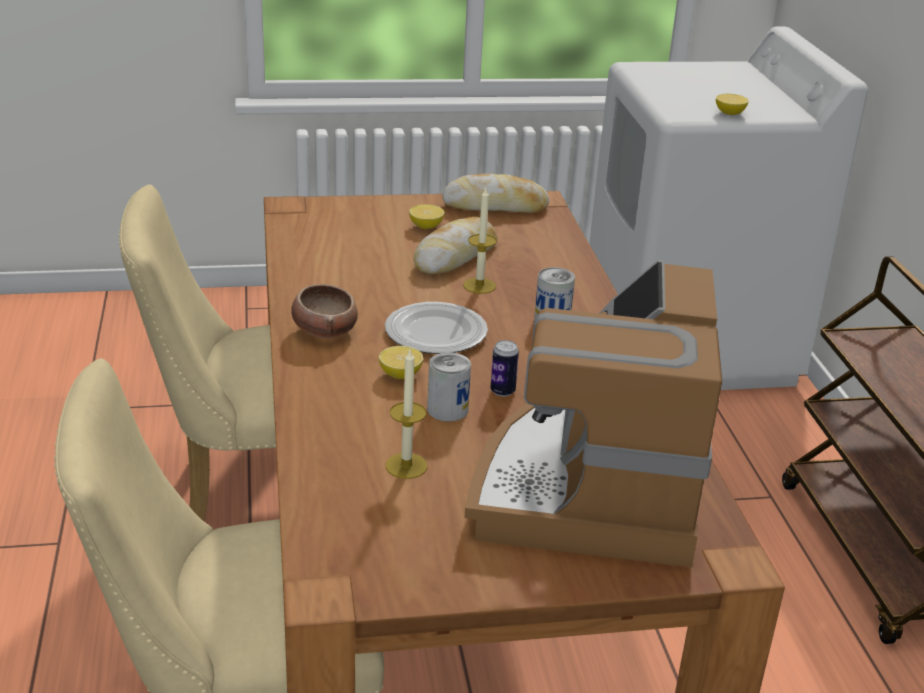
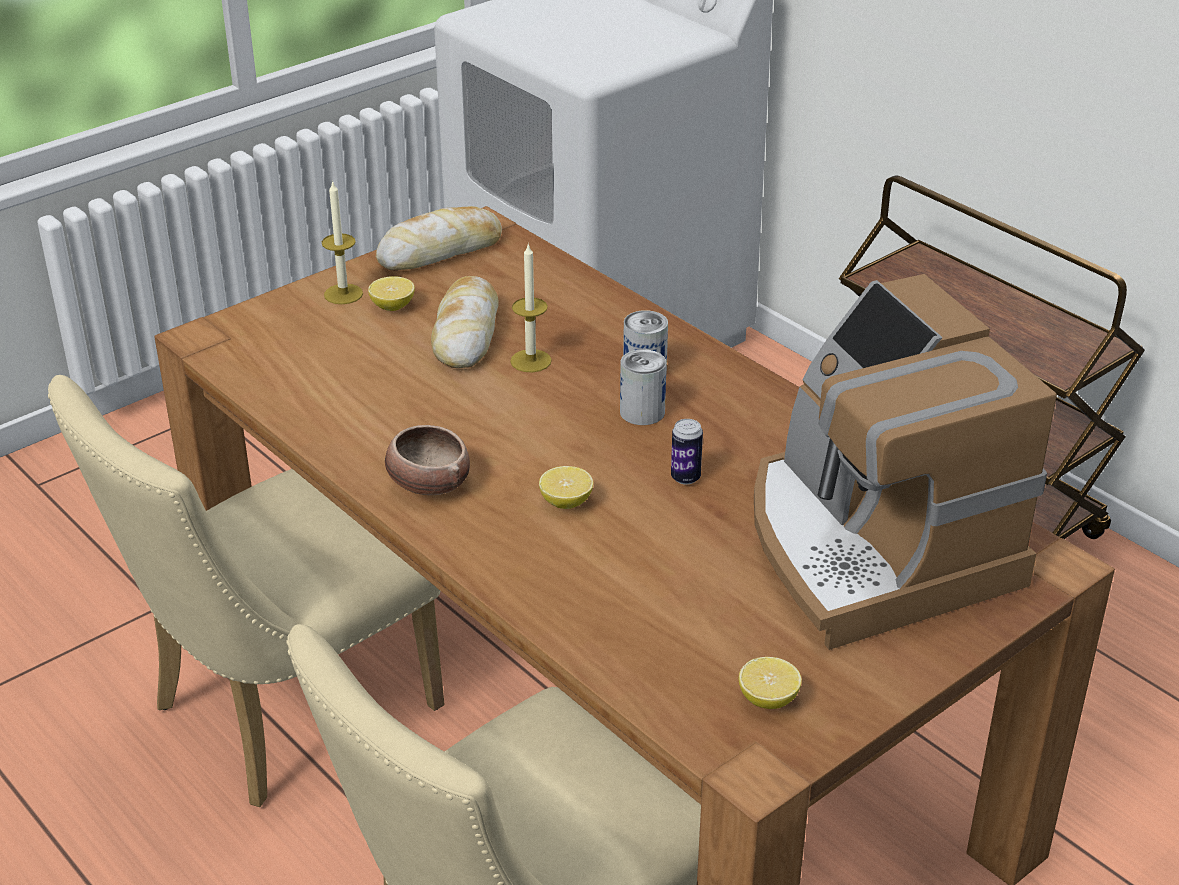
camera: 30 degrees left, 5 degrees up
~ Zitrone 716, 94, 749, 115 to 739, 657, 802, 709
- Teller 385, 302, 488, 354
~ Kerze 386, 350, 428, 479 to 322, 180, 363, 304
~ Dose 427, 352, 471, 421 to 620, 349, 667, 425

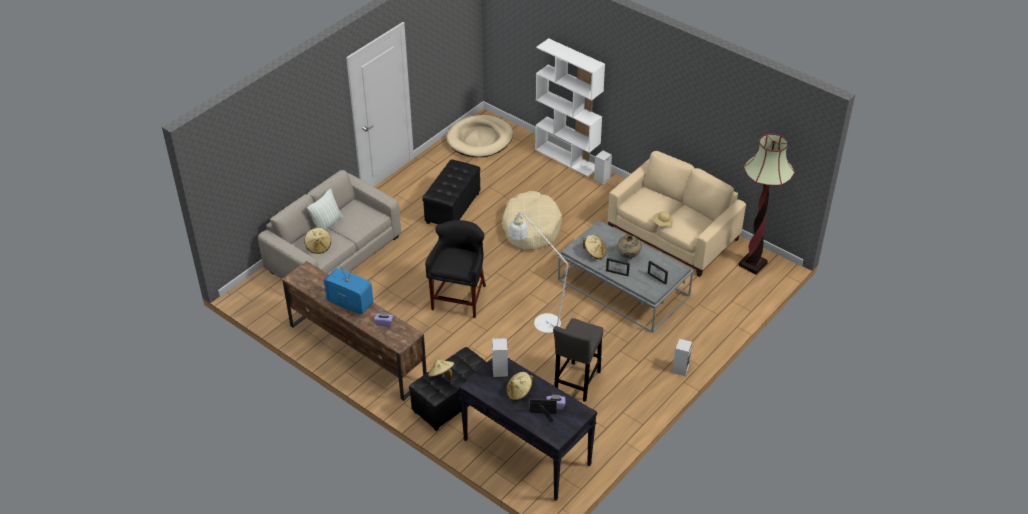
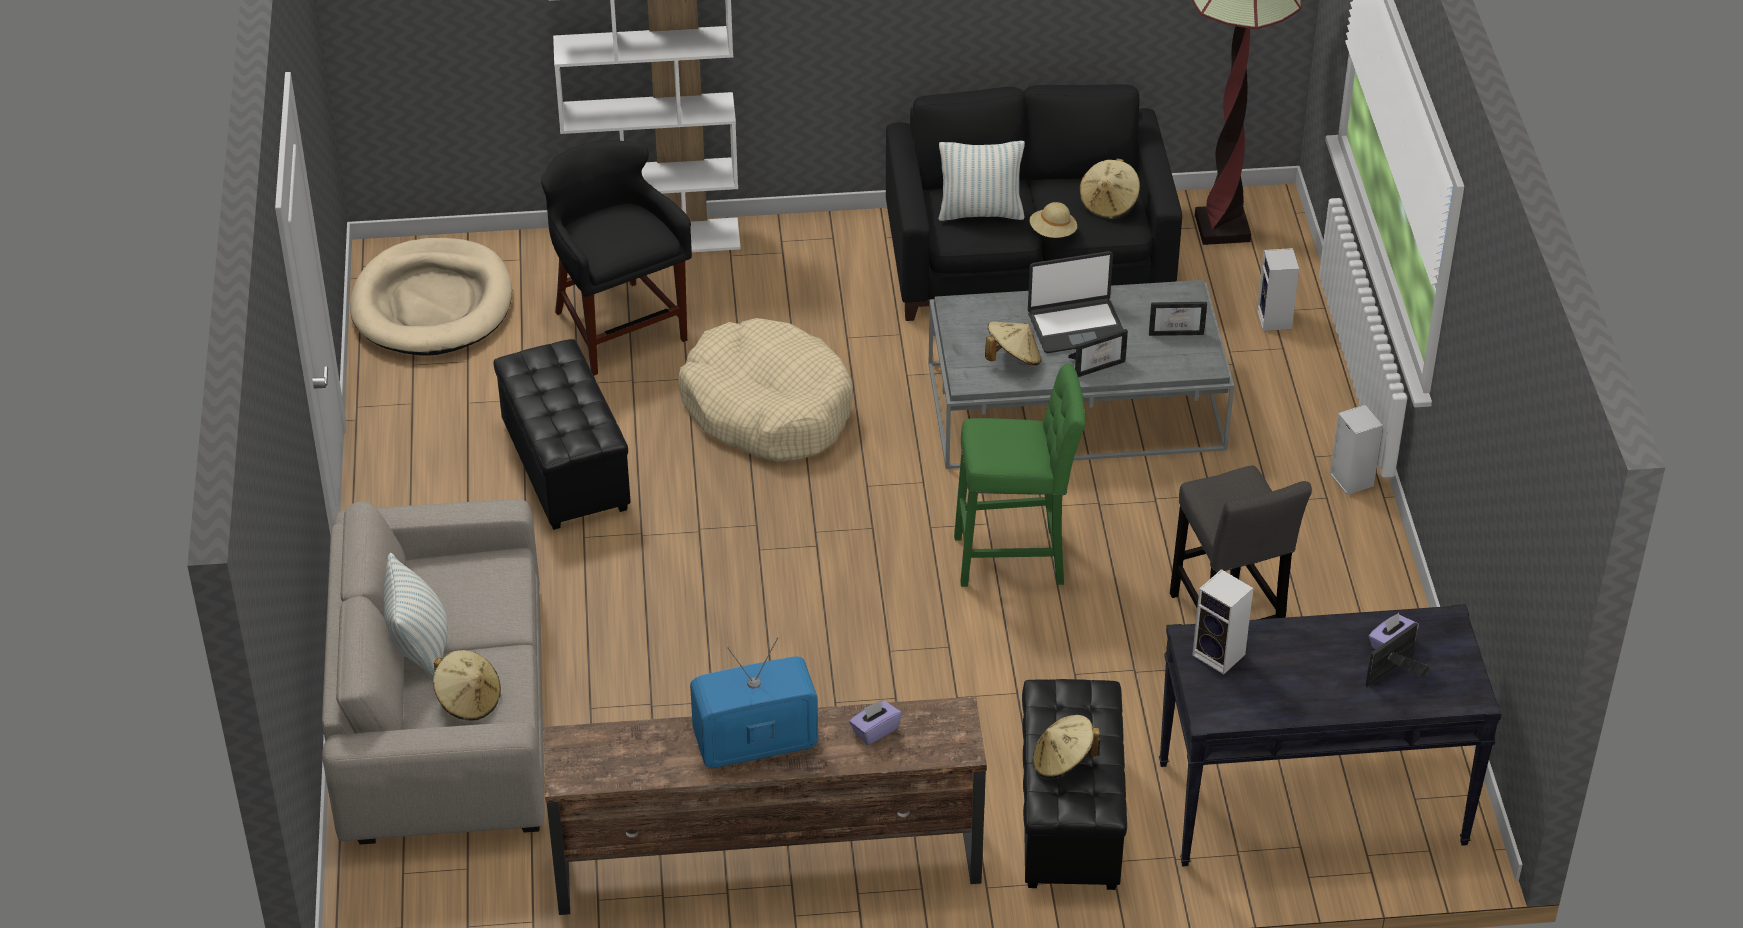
camera: 45 degrees left, 0 degrees up
~ Lautsprecher 594, 150, 612, 185 to 1257, 248, 1299, 331
~ Sofa/beige 608, 151, 746, 277 to Sofa/schwarz 886, 84, 1182, 321
~ Stehlampe/weiß 509, 212, 604, 358 to Hocker/grün 954, 363, 1085, 587
~ Hocker/schwarz 425, 220, 486, 318 to 541, 140, 692, 376
~ Vase/beige 617, 235, 642, 258 to Laptop 1028, 251, 1124, 353
~ Hut/beige 506, 372, 534, 401 to 1079, 158, 1140, 219
+ Kissen 938, 141, 1025, 221

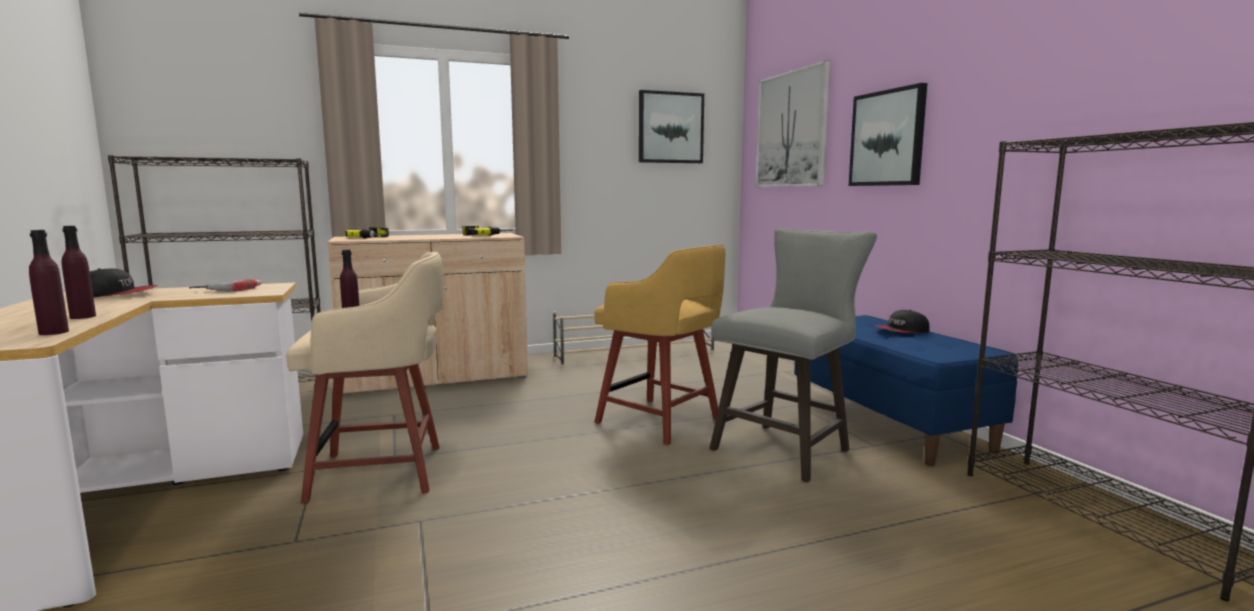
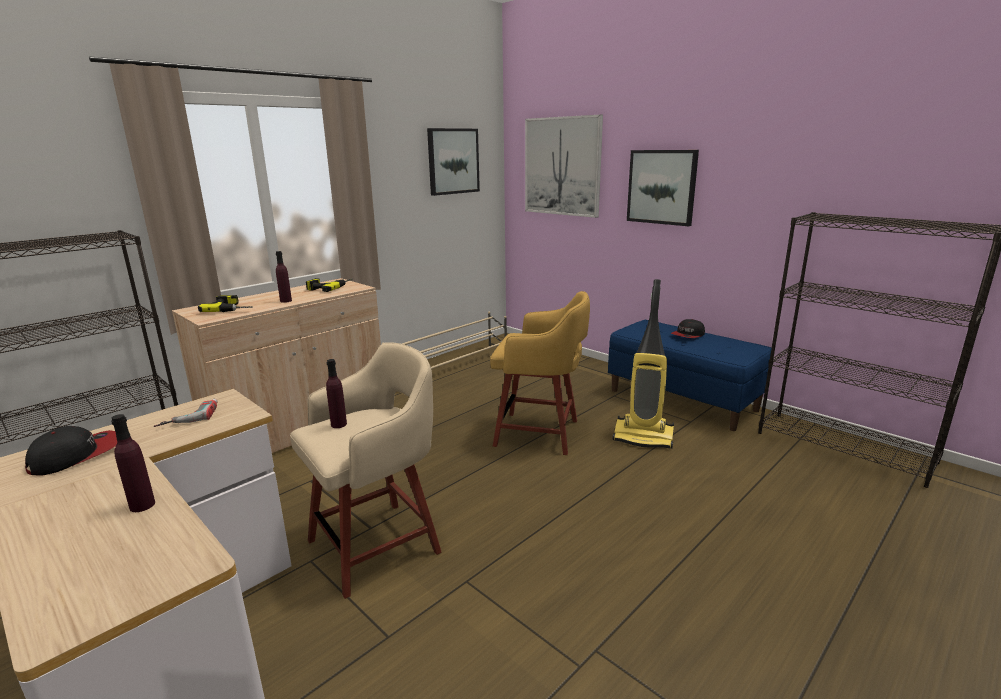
camera: 25 degrees left, 10 degrees up
~ Hocker/grau 710, 228, 877, 482 to Staubsauger 612, 279, 674, 449
~ Flasche/lila 29, 230, 69, 335 to 276, 251, 292, 303

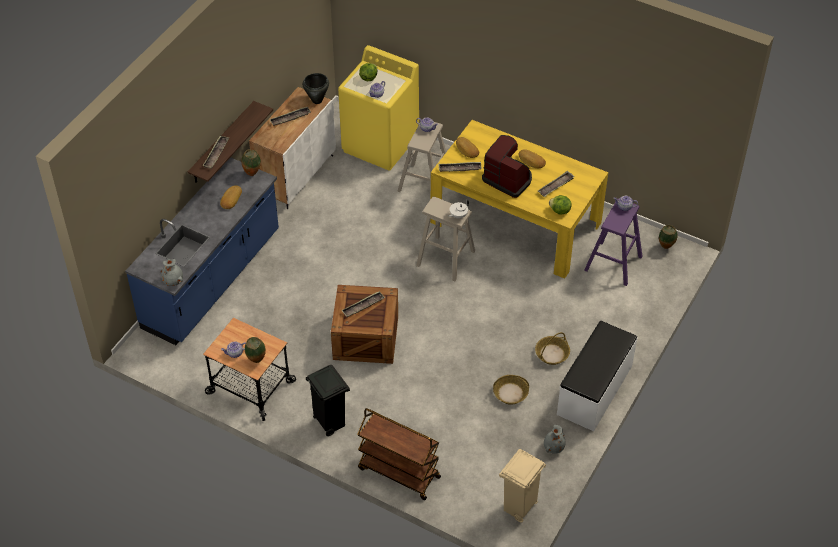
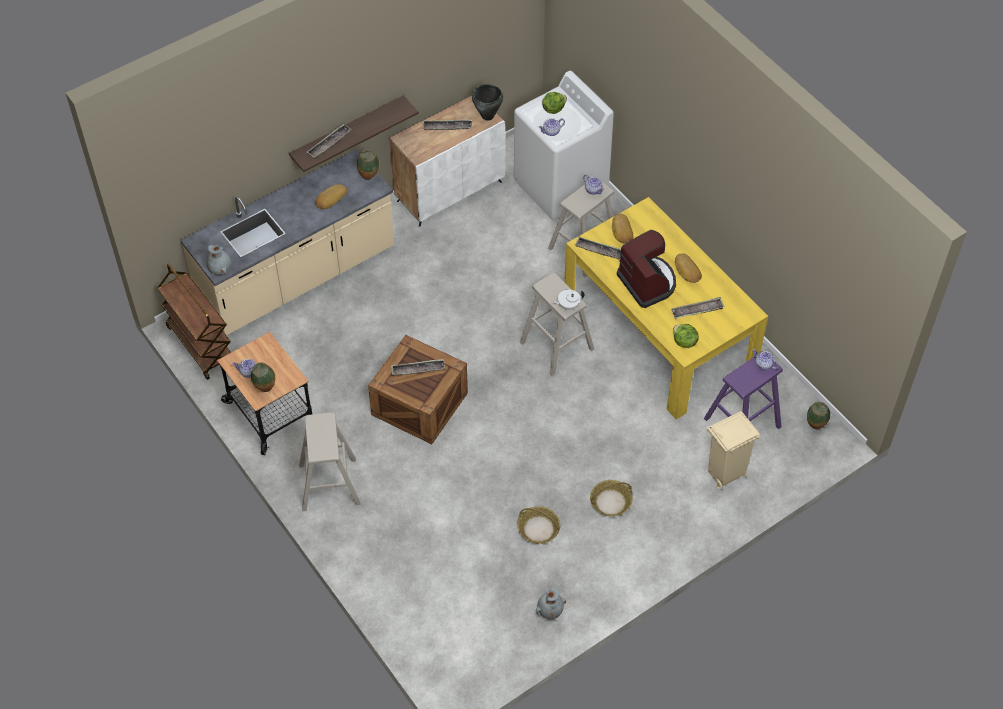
camera: 25 degrees right, 5 degrees up
~ Waschmaschine/gelb 338, 45, 419, 171 to Waschmaschine/weiß 514, 71, 614, 221
~ Küchenzeile/blau 125, 157, 279, 345 to Küchenzeile/beige 180, 150, 394, 335
- Bank/weiß 557, 320, 637, 431
~ Mülleimer/schwarz 305, 365, 350, 436 to Hocker/beige 299, 412, 360, 511
~ Rollwagen/braun 357, 408, 441, 500 to 157, 264, 231, 380
~ Mülleimer/beige 499, 449, 546, 522 to 707, 411, 760, 489

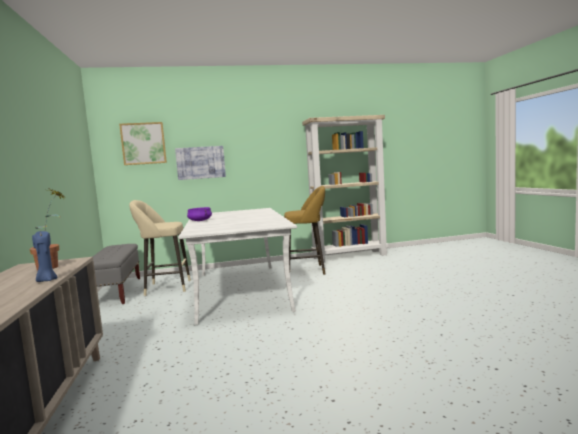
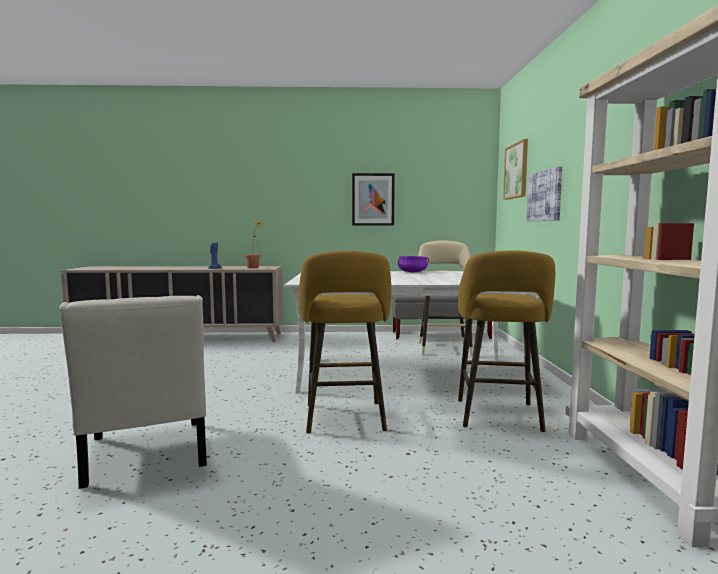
camera: 100 degrees right, 0 degrees up
+ Bild 352, 173, 395, 226
+ Hocker/gelb 299, 251, 391, 434
+ Stuhl/weiß 59, 295, 207, 489

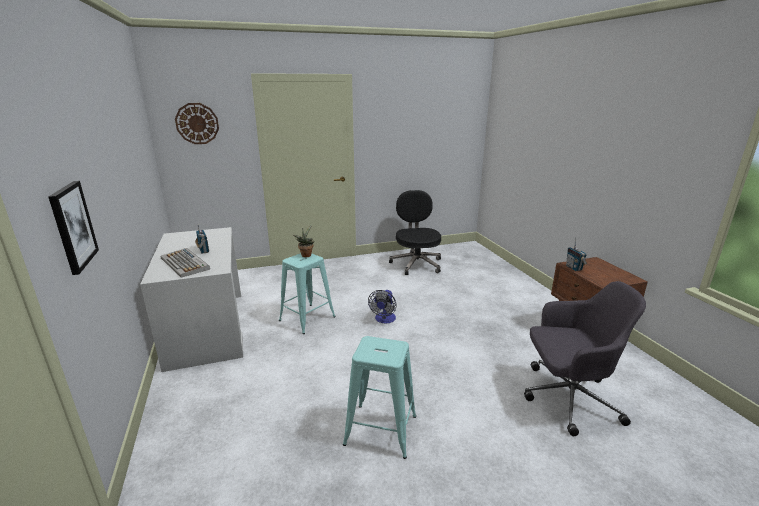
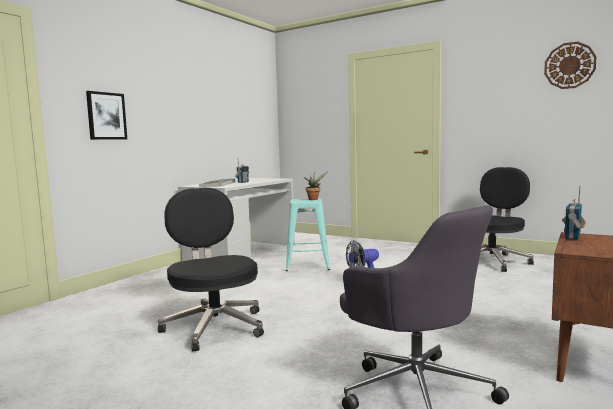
camera: 50 degrees right, 15 degrees down
~ Wanduhr 175, 103, 219, 144 to 544, 42, 597, 89
~ Hocker/türkis 343, 336, 416, 459 to Bürostuhl/schwarz 158, 188, 264, 352

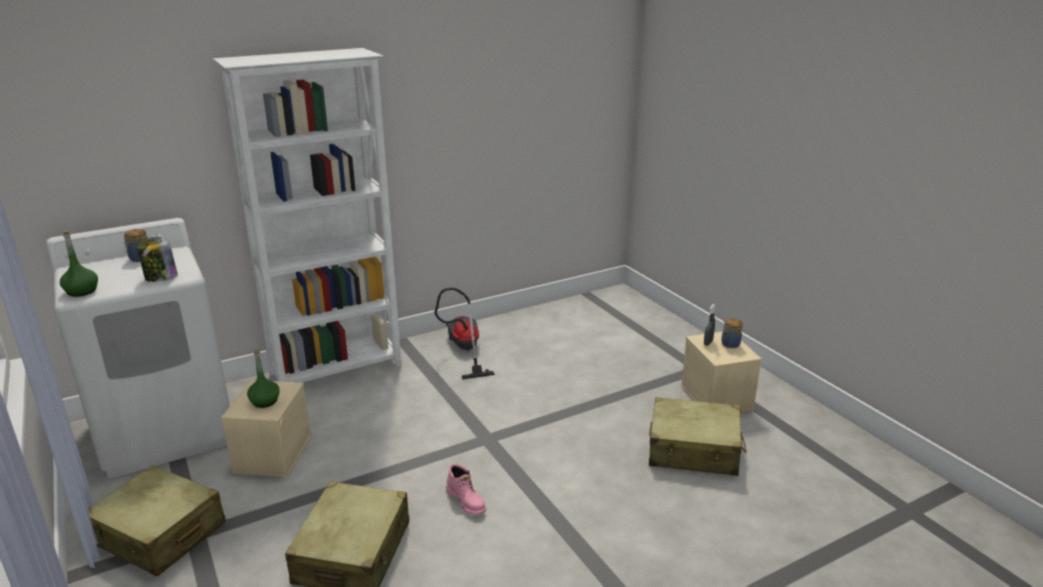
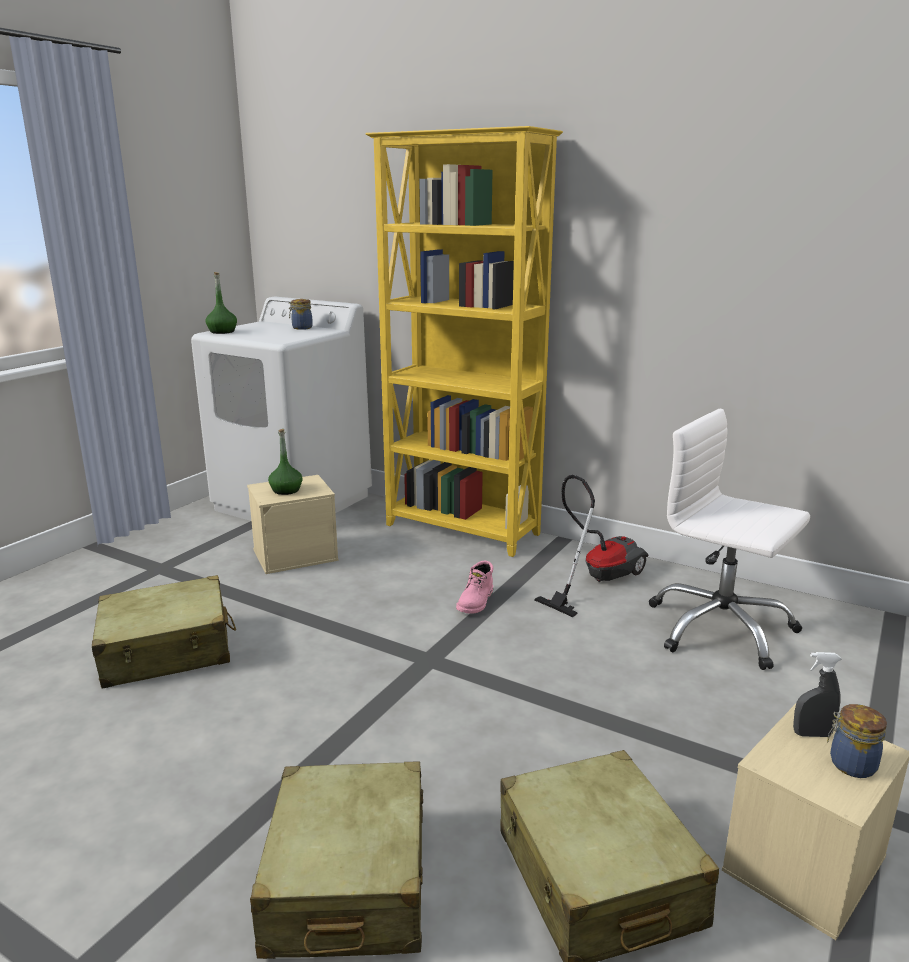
camera: 60 degrees right, 5 degrees down
~ Bücherregal/weiß 213, 48, 402, 383 to Bücherregal/gelb 365, 126, 563, 557
- Vorratsglas 137, 237, 178, 282
~ Stiefel/rosa 446, 464, 486, 515 to 456, 561, 493, 614
~ Koffer/beige 88, 465, 226, 577 to 250, 761, 423, 959
+ Bürostuhl/weiß 649, 409, 810, 670

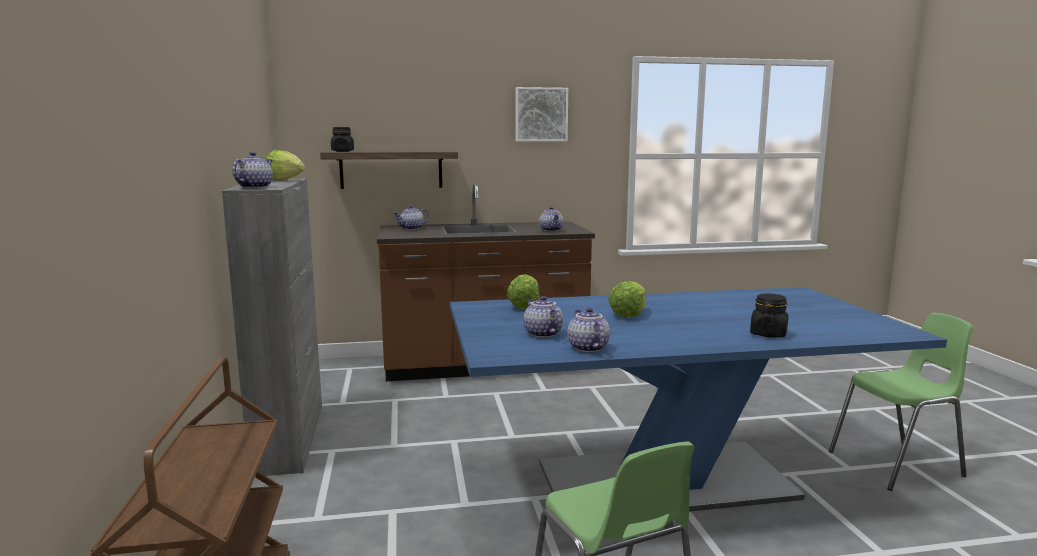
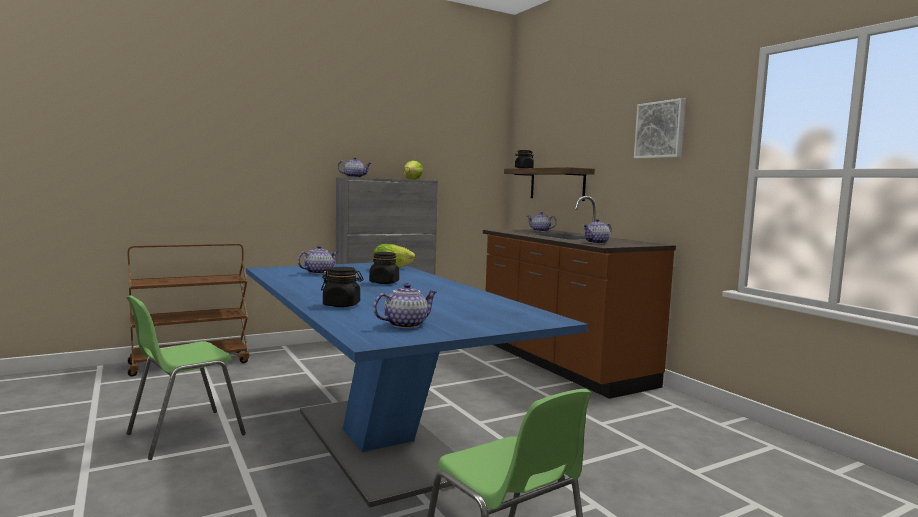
camera: 70 degrees right, 5 degrees down
~ Salatkopf 608, 281, 646, 318 to Vorratsglas/schwarz 369, 252, 399, 284
~ Teekanne 567, 307, 610, 352 to 373, 283, 437, 329

